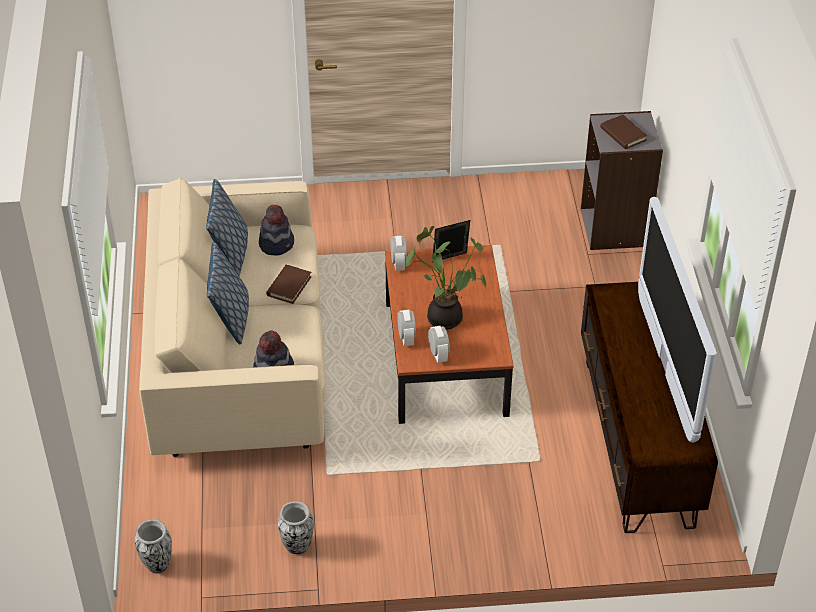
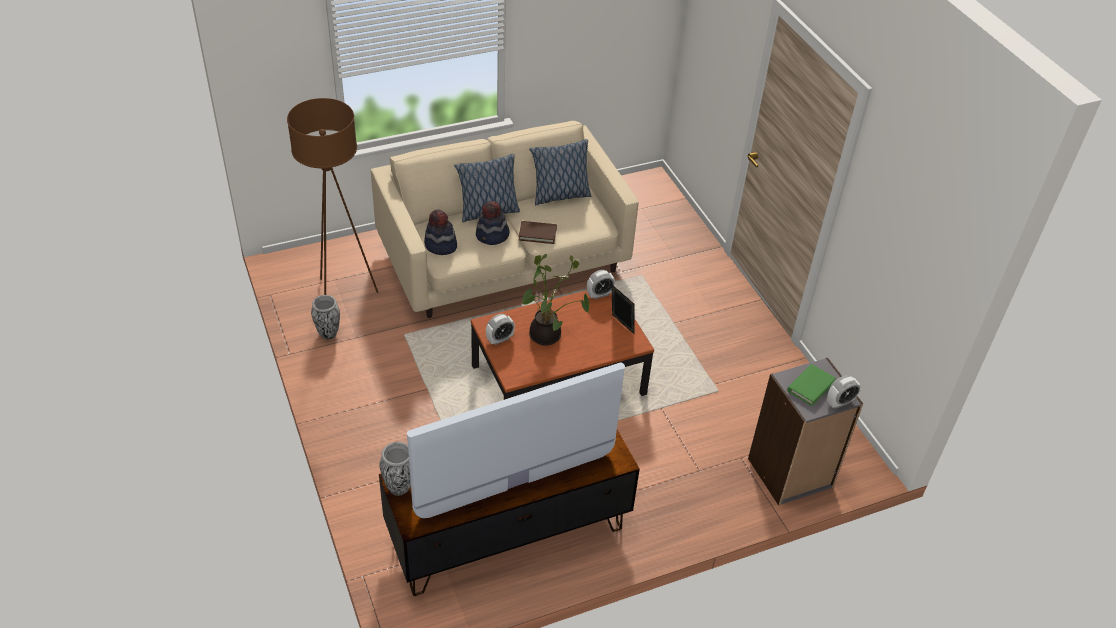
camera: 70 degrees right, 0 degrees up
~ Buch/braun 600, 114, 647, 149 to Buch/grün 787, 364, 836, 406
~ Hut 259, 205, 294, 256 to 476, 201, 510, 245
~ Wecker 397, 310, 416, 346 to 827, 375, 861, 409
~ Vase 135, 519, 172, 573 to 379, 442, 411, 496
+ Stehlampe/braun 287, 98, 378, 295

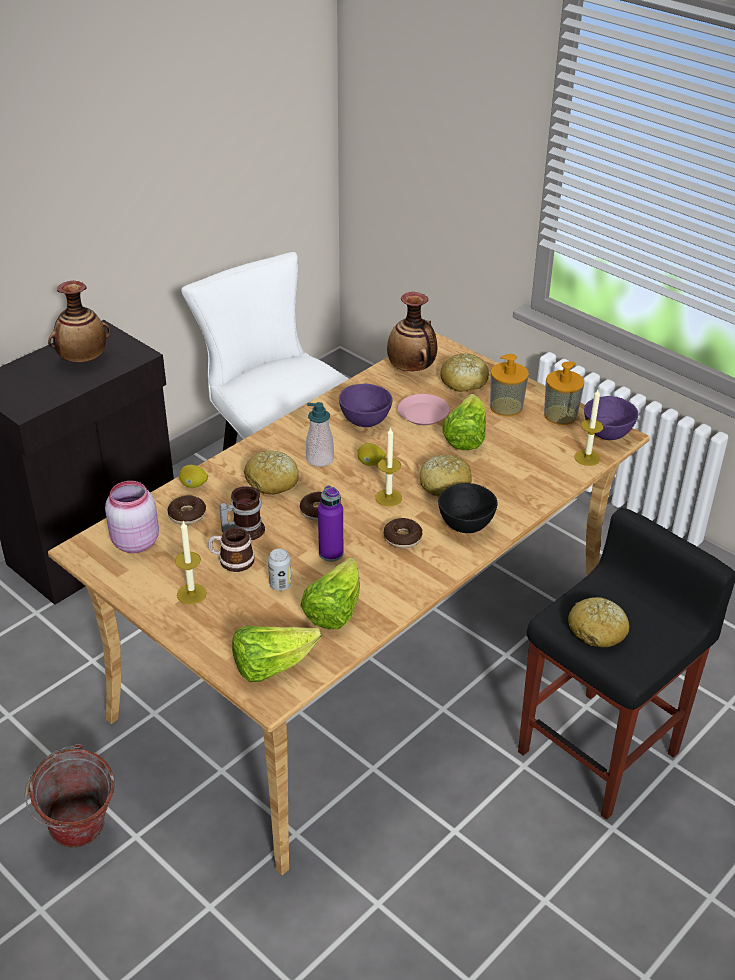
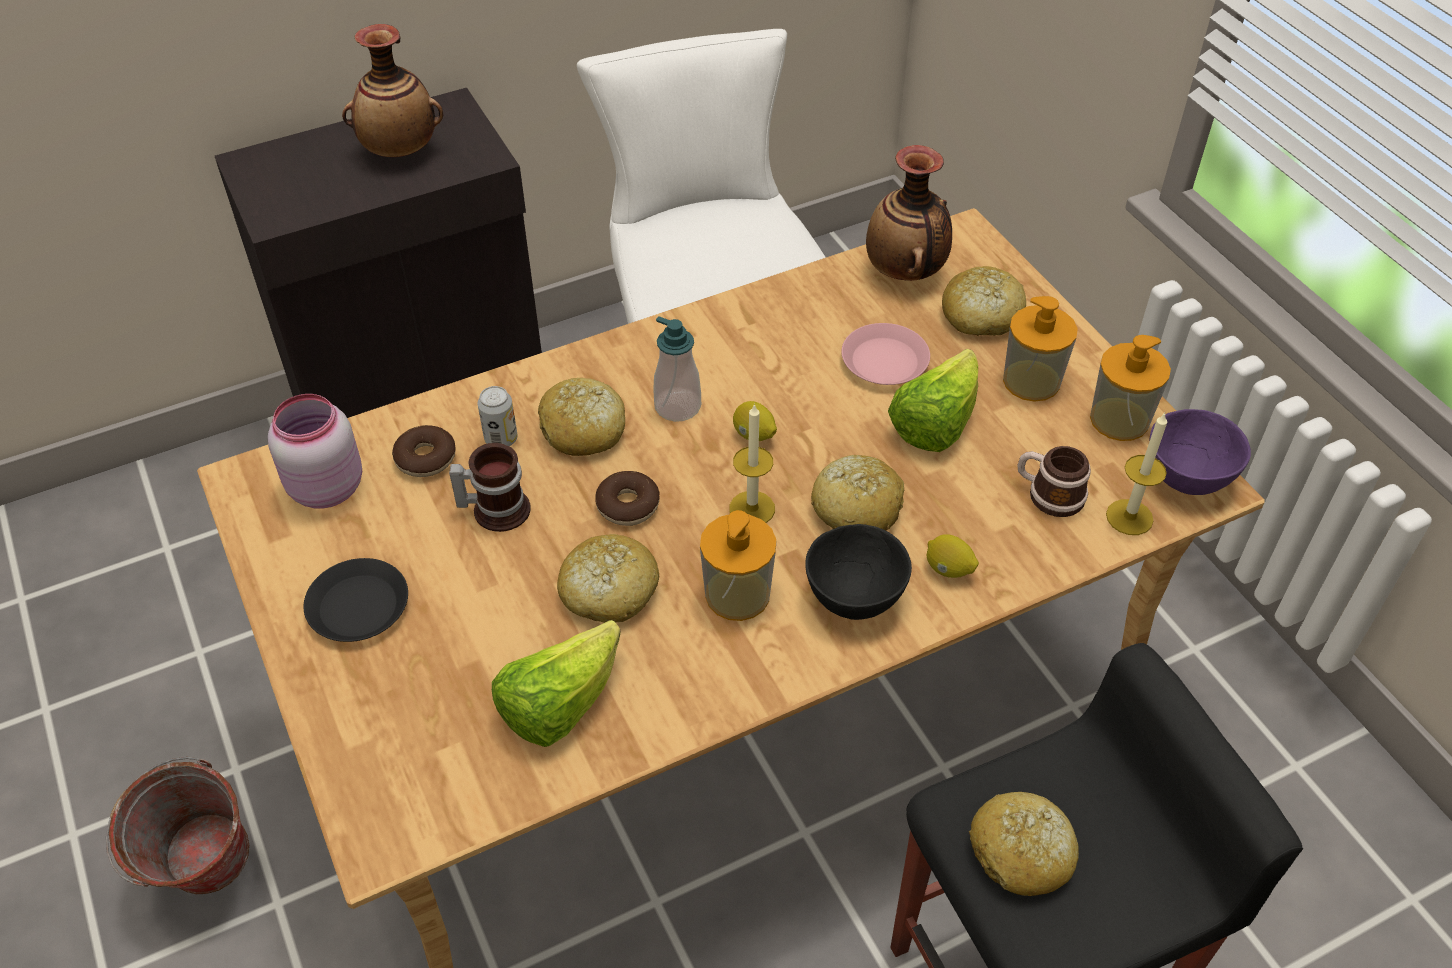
camera: 20 degrees right, 10 degrees up
- Schüssel/lila 339, 384, 392, 427
~ Zitrone 179, 465, 208, 488 to 927, 534, 979, 578
~ Flasche/lila 318, 485, 343, 561 to Brot 557, 534, 659, 623
~ Donut 383, 518, 422, 548 to Seifenspender 700, 510, 776, 621
~ Kerze 175, 521, 207, 604 to Teller/schwarz 304, 558, 408, 642
~ Henkelbecher 208, 527, 255, 572 to 1017, 446, 1091, 517
~ Dose 268, 548, 292, 591 to 478, 386, 517, 446
- Salatkopf 232, 626, 321, 682

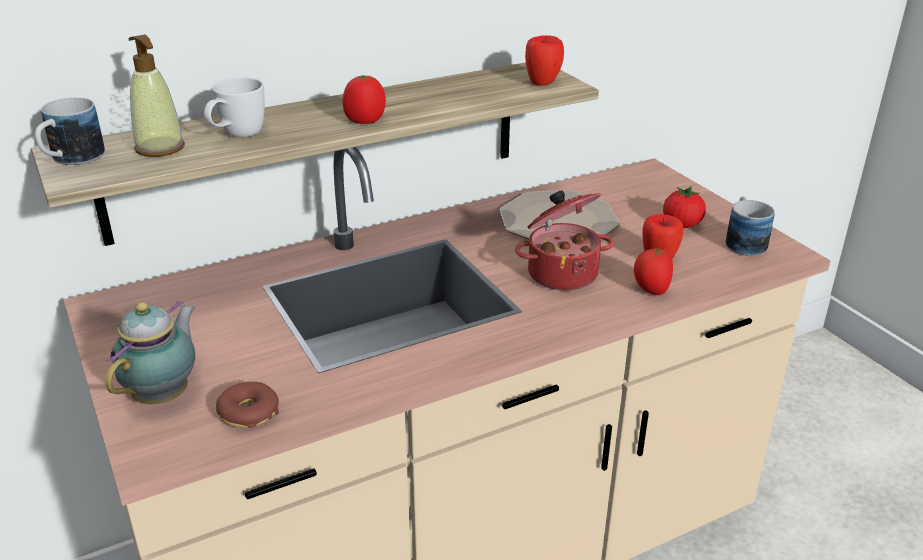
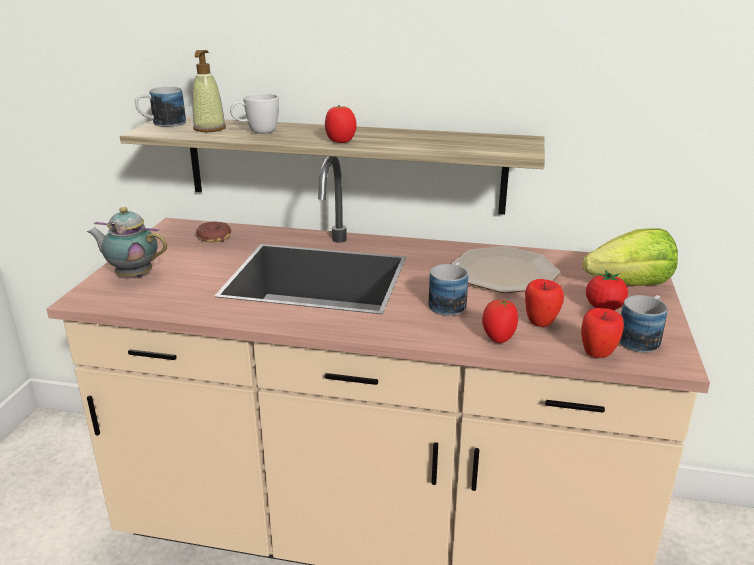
camera: 40 degrees right, 5 degrees down
~ Apfel 525, 35, 564, 86 to 581, 308, 624, 358
~ Kochtopf 515, 190, 614, 291 to Henkelbecher 428, 262, 468, 316
~ Teekanne 106, 301, 195, 404 = 87, 207, 167, 277 135 degrees counterclockwise
~ Donut 216, 381, 279, 428 to 196, 222, 231, 242
+ Salatkopf 583, 228, 678, 286

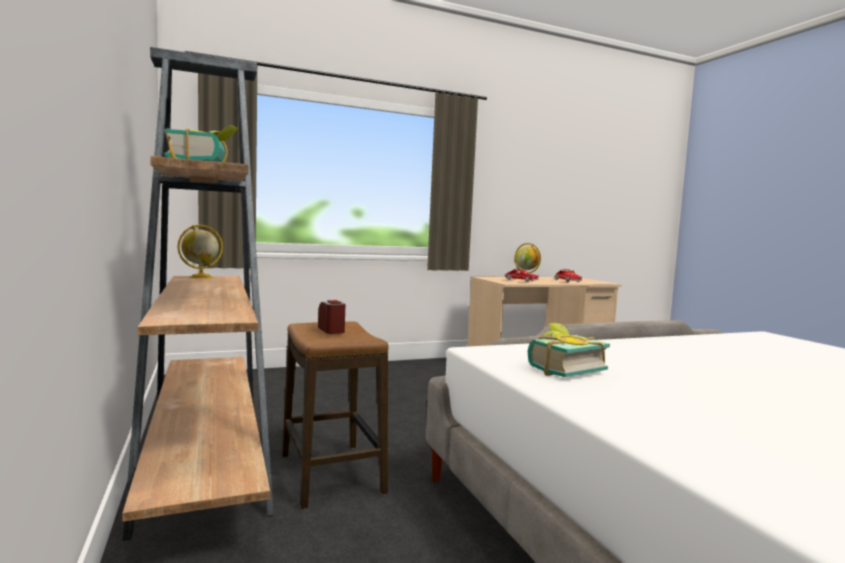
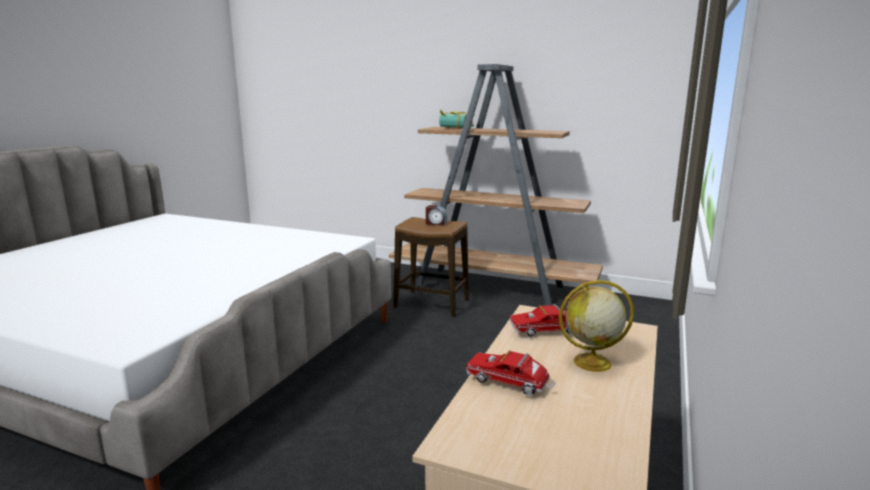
camera: 135 degrees right, 10 degrees up
- Globus 177, 225, 223, 279
- Buch 528, 323, 610, 377

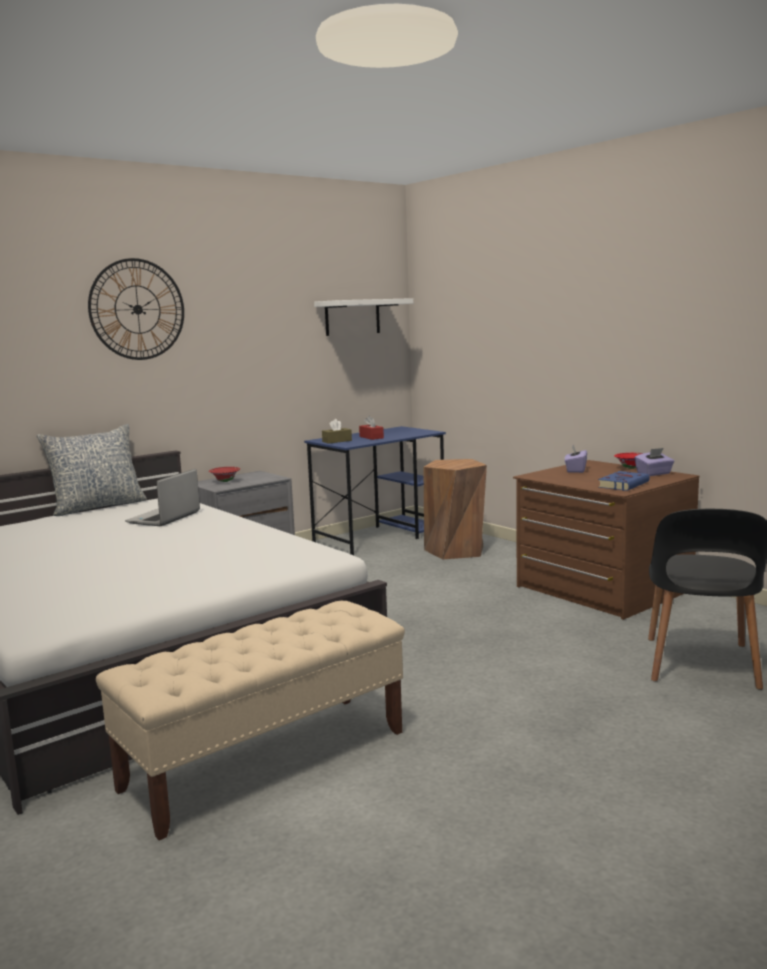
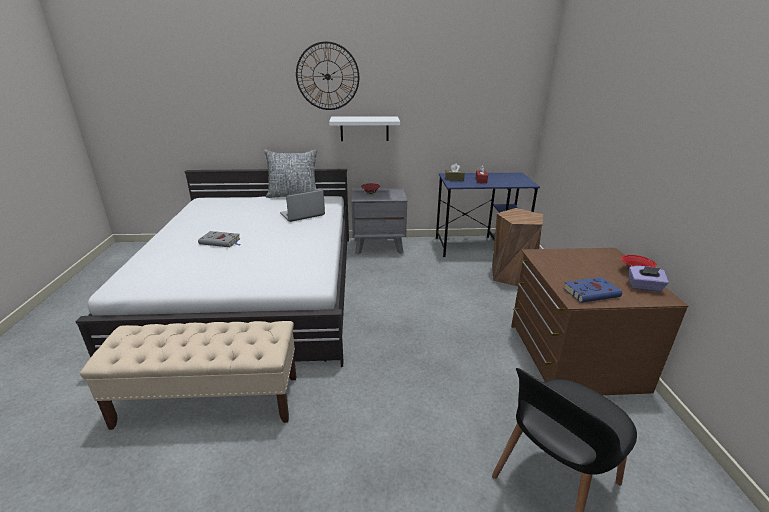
camera: 35 degrees right, 15 degrees up
~ Wandregal/weiß 314, 298, 413, 336 to 329, 116, 400, 141
- Taschentuchbox/lila 564, 444, 587, 473
+ Buch/grau 198, 231, 241, 247

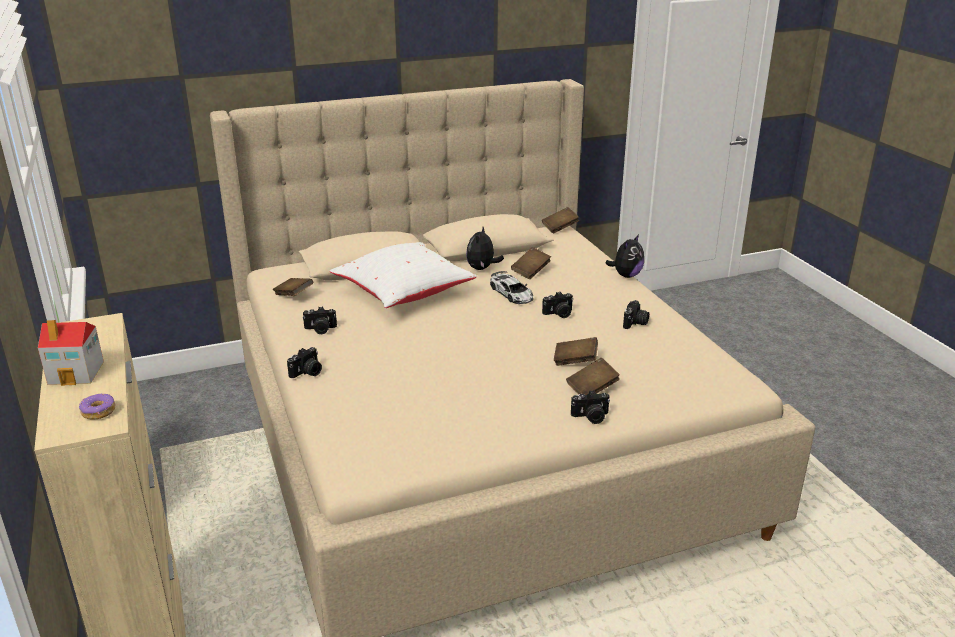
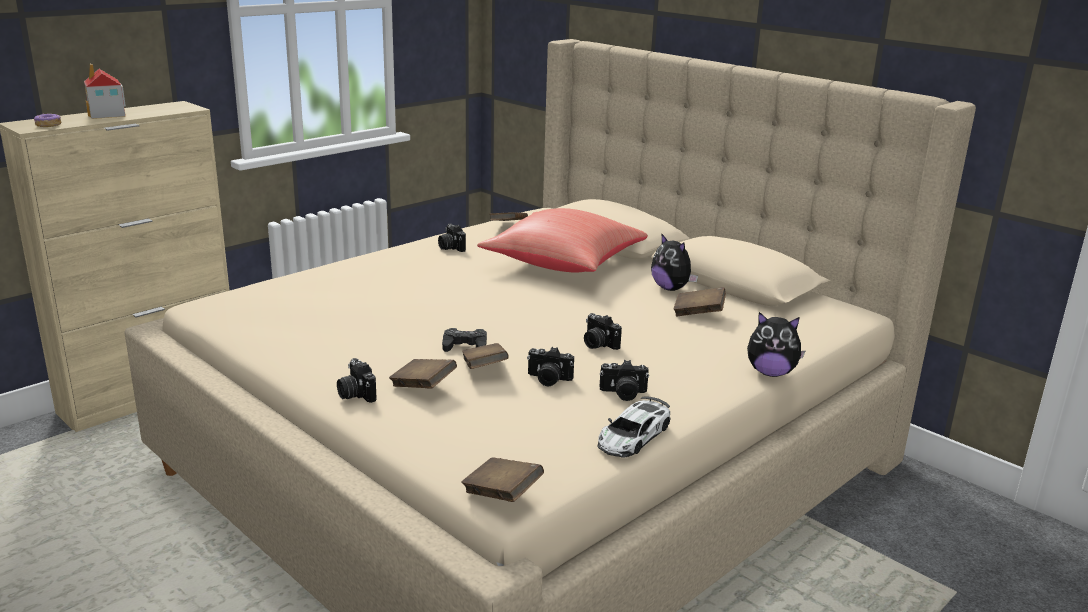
camera: 65 degrees right, 5 degrees down
~ Buch/braun 542, 207, 579, 234 to 461, 457, 544, 502
~ Plüschtier 466, 227, 504, 270 = 651, 233, 698, 291 120 degrees counterclockwise
~ Kissen/weiß 330, 242, 477, 308 to Kissen/rot 477, 208, 648, 273
~ Spielzeugauto 490, 271, 533, 304 to 597, 397, 671, 457
~ Kamera 287, 347, 322, 378 to 527, 347, 574, 386
+ Gamepad/schwarz 442, 328, 487, 352

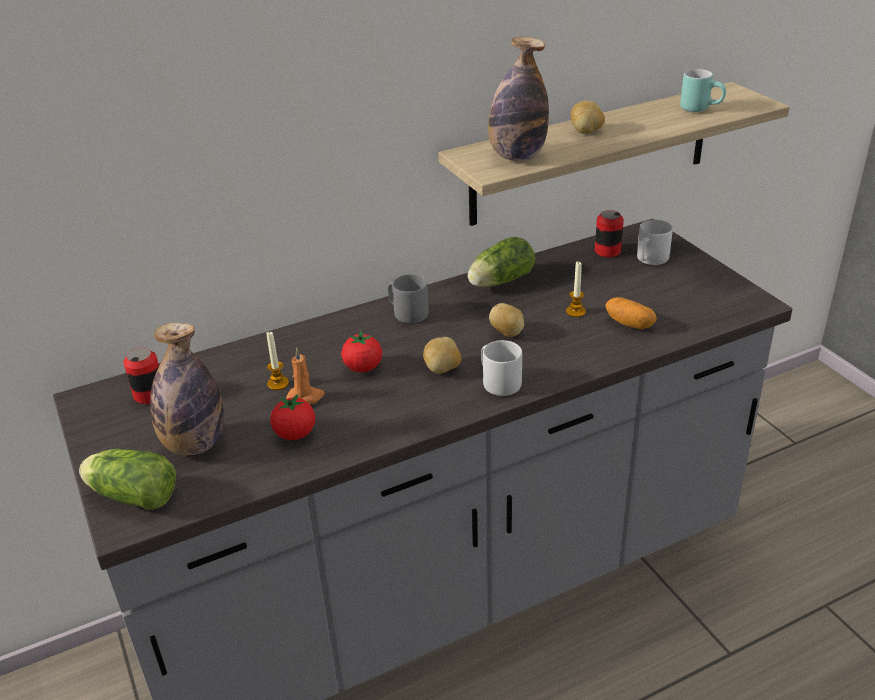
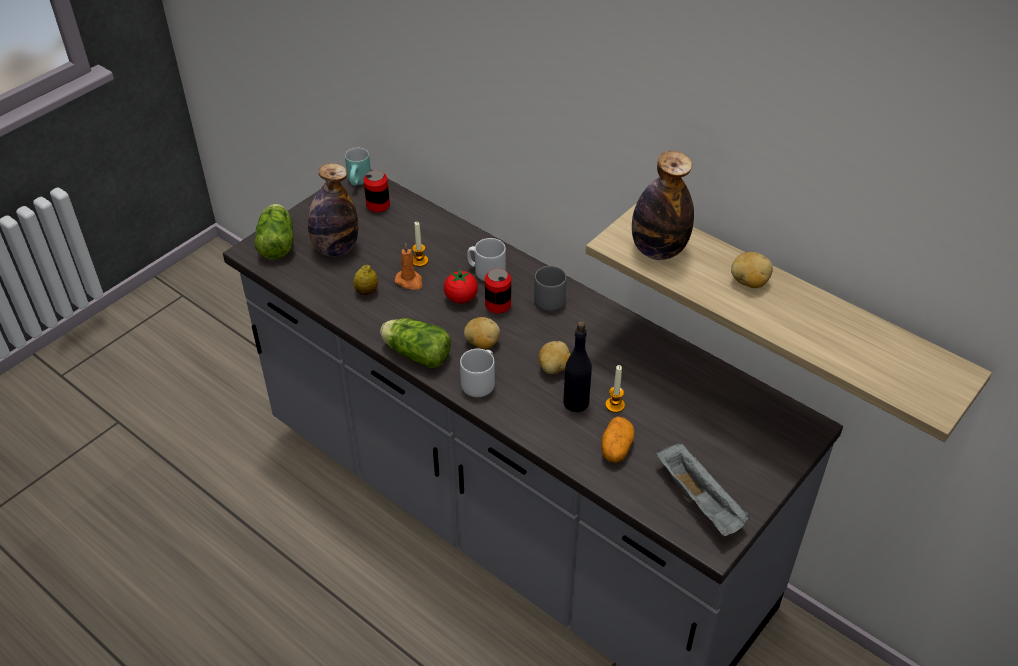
camera: 65 degrees right, 10 degrees up
~ Henkelbecher/türkis 680, 69, 726, 112 to 345, 148, 371, 186
~ Dose 595, 210, 624, 258 to 485, 268, 511, 314
~ Henkelbecher/grau 637, 220, 673, 265 to 467, 238, 506, 281
~ Salatkopf 468, 237, 535, 287 to 380, 318, 451, 368
~ Tomate 270, 394, 315, 440 to Zitrone 354, 265, 378, 295
+ Flasche/schwarz 563, 321, 592, 412
+ Tablett/grau 656, 442, 750, 536

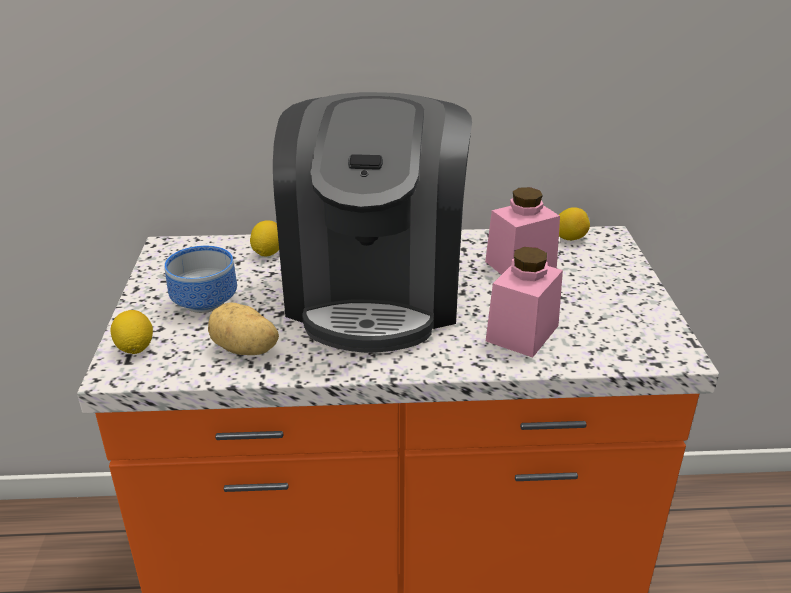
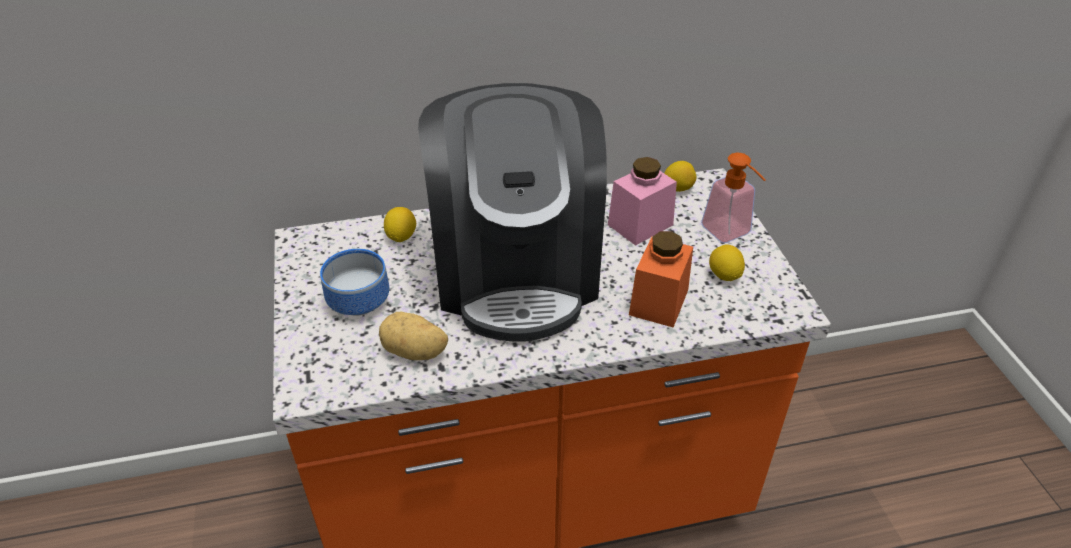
camera: 10 degrees left, 10 degrees up
~ Vorratsglas/rosa 486, 247, 563, 358 to Vorratsglas/orange 629, 231, 693, 328
~ Zitrone 110, 310, 153, 354 to 709, 244, 745, 281
+ Seifenspender 701, 153, 766, 243

